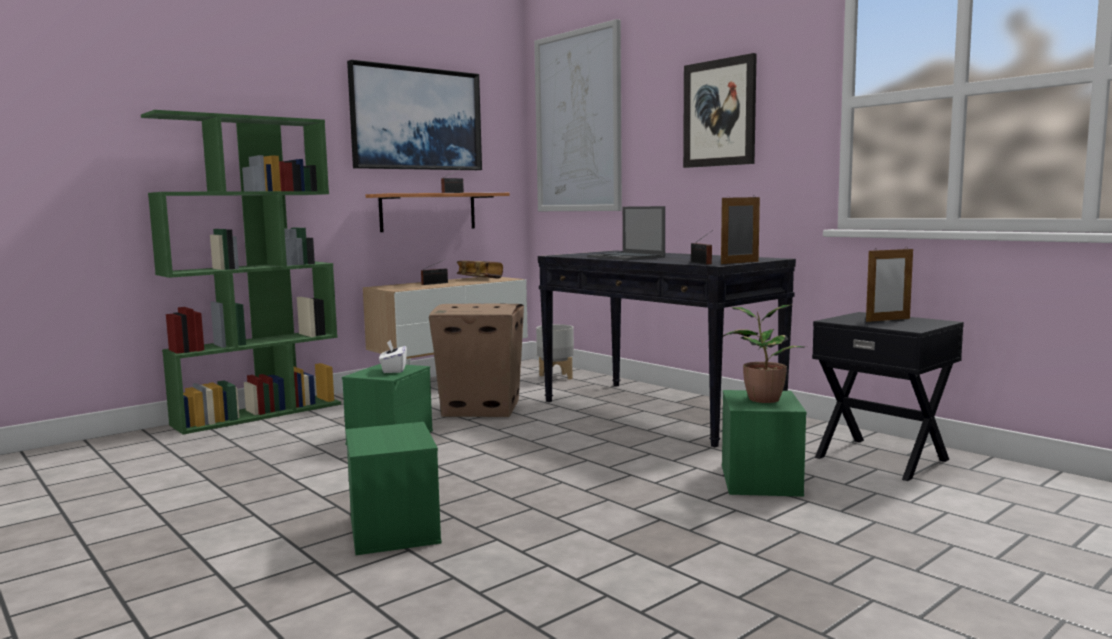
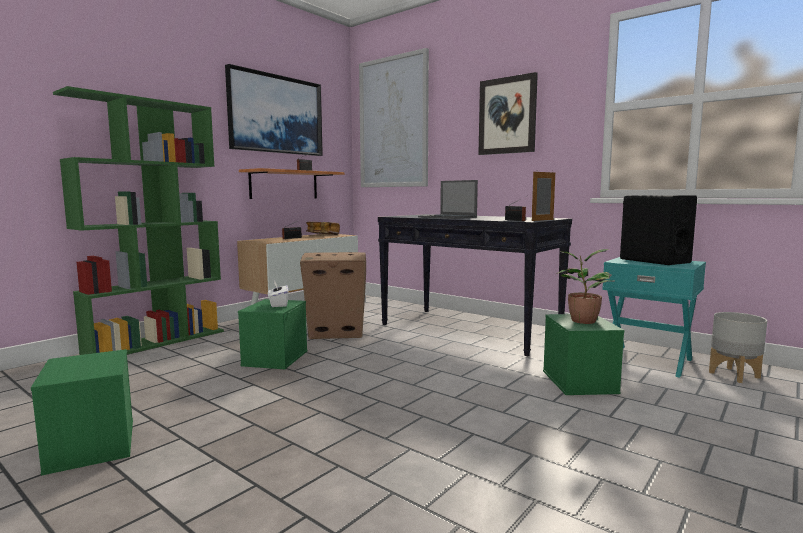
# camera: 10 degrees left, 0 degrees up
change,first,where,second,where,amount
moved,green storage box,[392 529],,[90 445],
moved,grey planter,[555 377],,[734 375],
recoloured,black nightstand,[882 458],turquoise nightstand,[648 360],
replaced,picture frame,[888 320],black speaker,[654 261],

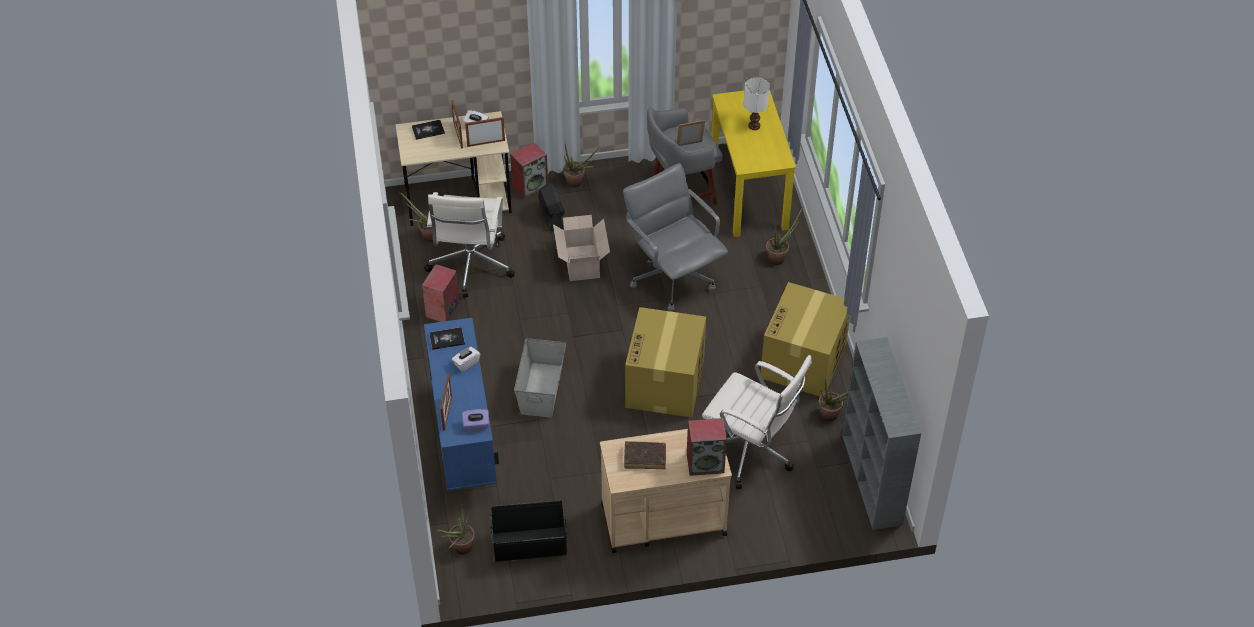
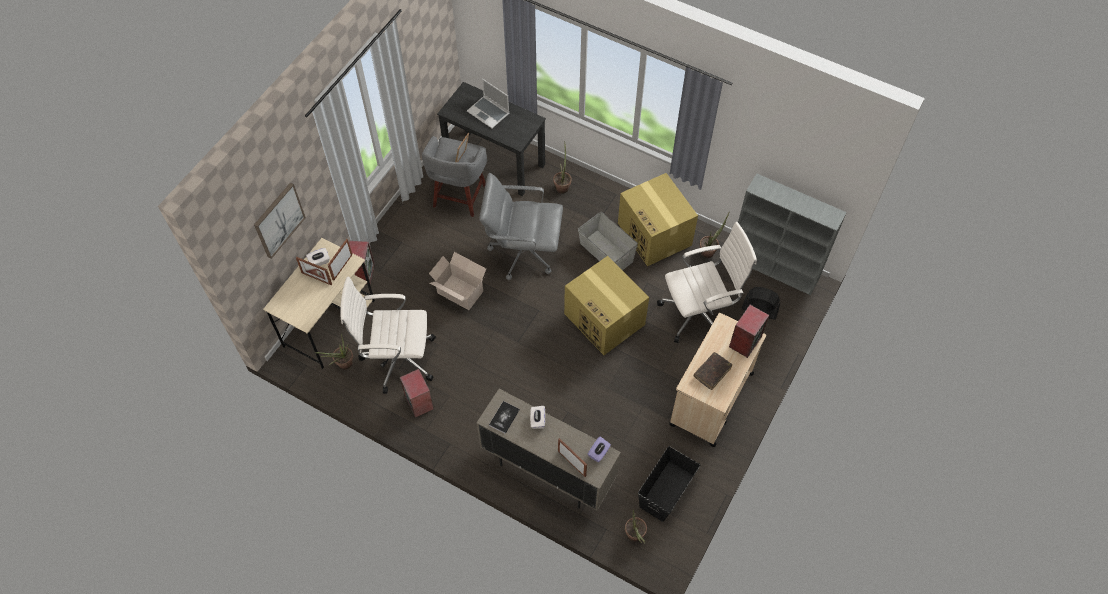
# camera: 50 degrees left, 10 degrees up
change,first,where,second,where,amount
removed,book,[428 130],,,
turned,white office chair,[470 266],,[397 358],135 degrees clockwise
recoloured,blue cabinet,[464 443],beige cabinet,[548 471],
moved,grey storage box,[542 389],,[606 252],
moved,black fan,[551 216],,[759 309],
removed,potted plant,[577 183],,,
recoloured,yellow desk,[749 193],black desk,[495 162],
replaced,white table lamp,[754 126],laptop,[489 113],
added,,,picture,[278 220],

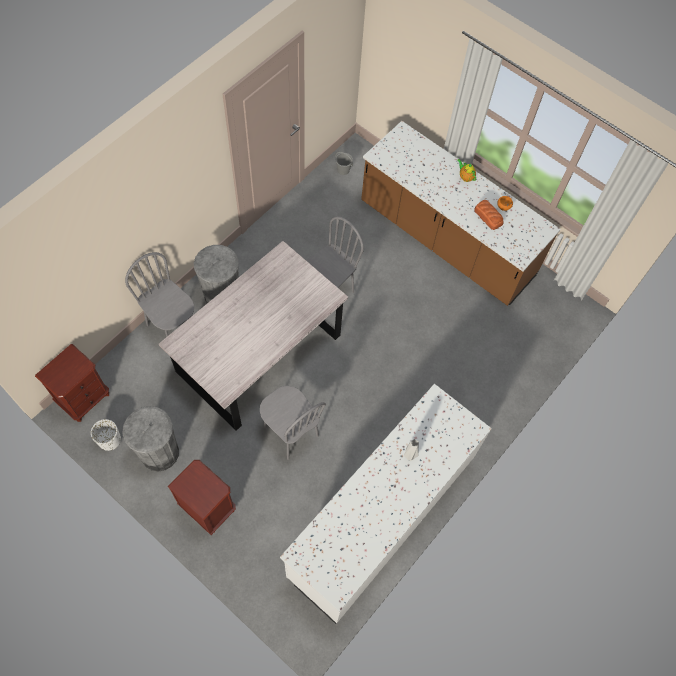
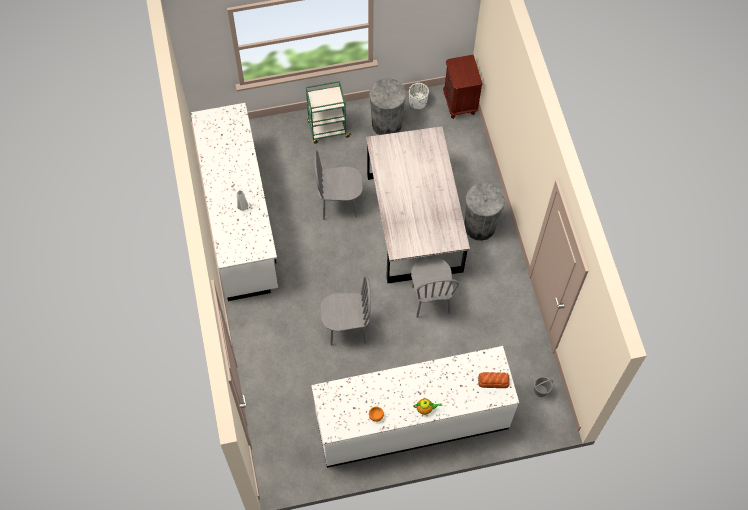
# camera: 130 degrees right, 0 degrees up
change,first,where,second,where,amount
moved,grey chair,[173 327],,[347 329],
replaced,brown nightstand,[208 507],green cart,[327 130],
recoloured,brown counter,[446 240],white counter,[411 421],
moved,bread,[488 216],,[494 381],

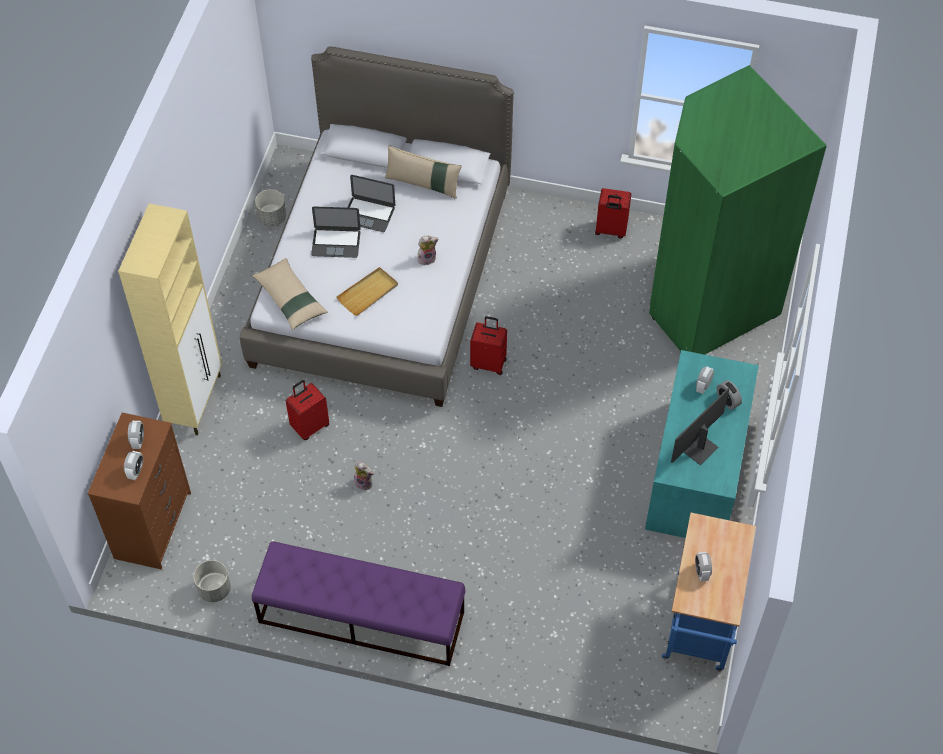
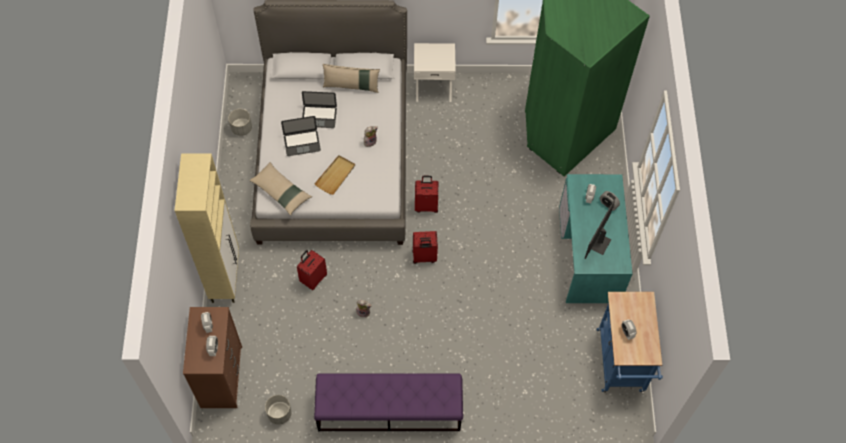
# camera: 15 degrees left, 5 degrees up
change,first,where,second,where,amount
moved,red suitcase,[610 230],,[424 257],
added,,,white nightstand,[433 87],

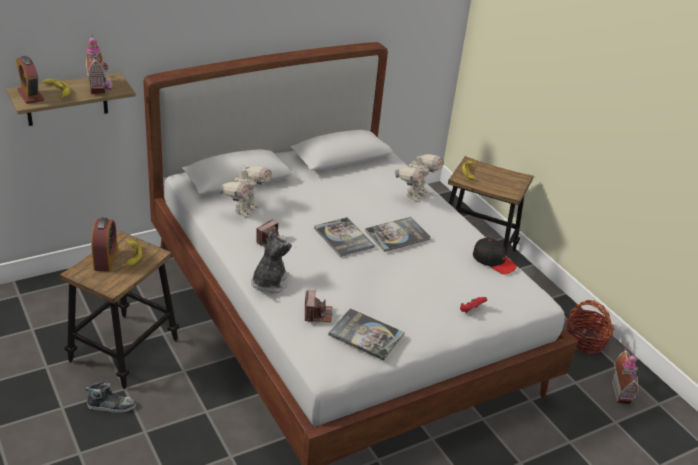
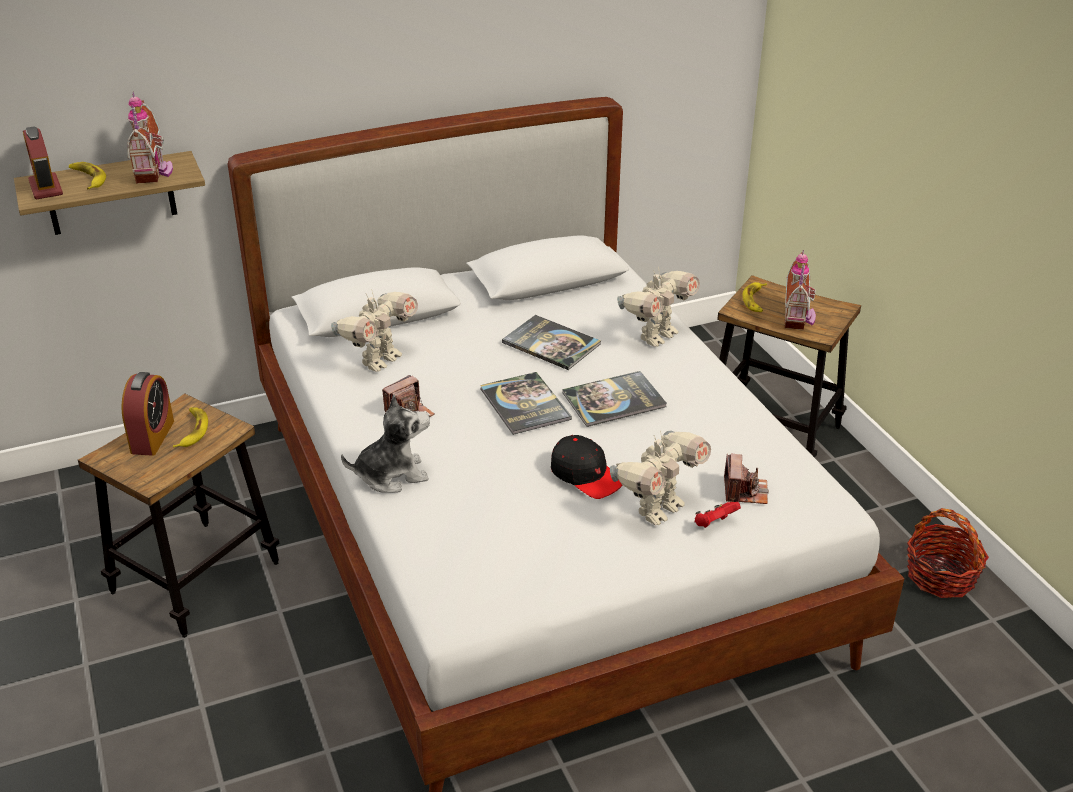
# camera: 10 degrees right, 0 degrees up
change,first,where,second,where,amount
removed,shoe,[111 406],,,
turned,plush toy,[269 282],,[391 475],45 degrees clockwise
moved,photo camera,[317 314],,[745 491],
moved,book,[366 335],,[551 343],
moved,black cap,[493 261],,[585 475],
moved,toy house,[623 392],,[799 317],
added,,,toy robot,[657 509],

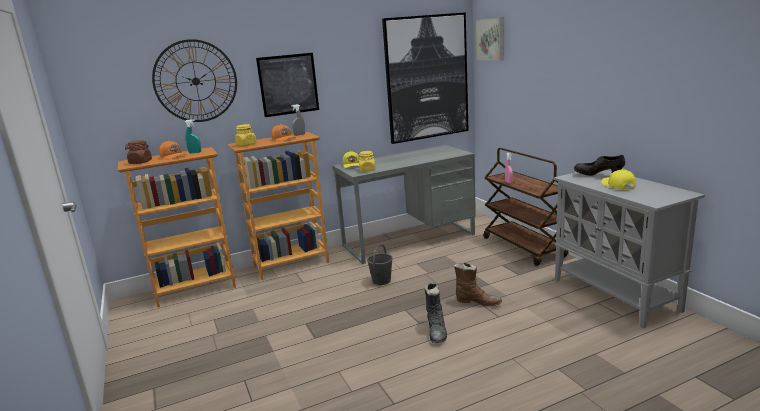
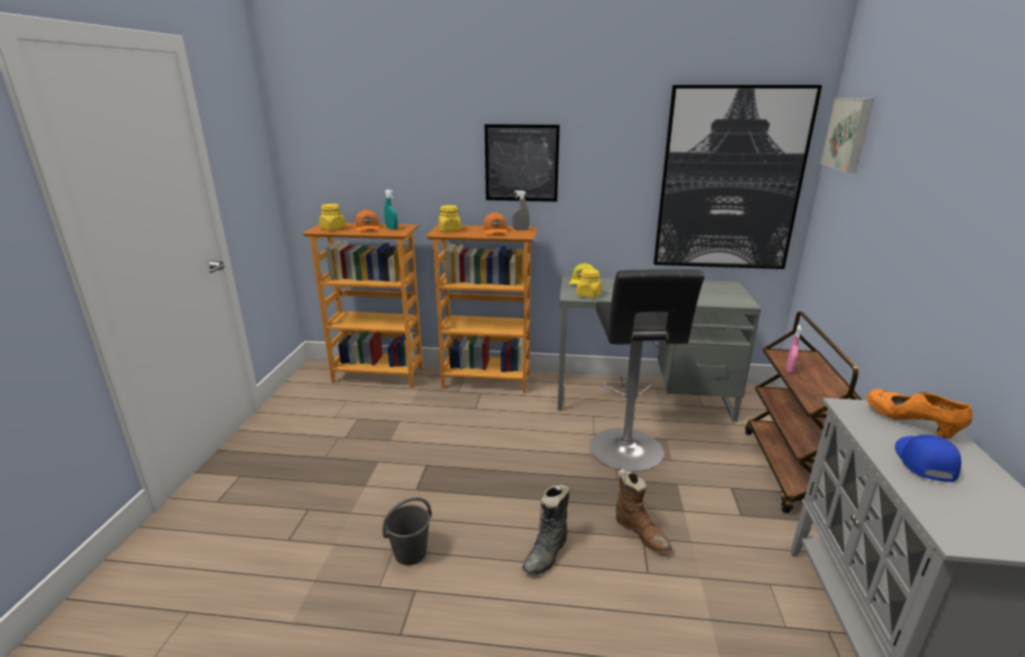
# camera: 30 degrees right, 5 degrees up
change,first,where,second,where,amount
recoloured,brown jar,[140 162],yellow jar,[332 228],
removed,wall clock,[195 81],,,
moved,grey bucket,[381 280],,[411 552],
recoloured,black shoe,[598 175],orange shoe,[910 423],
recoloured,yellow cap,[618 185],blue cap,[923 462],
added,,,black stool,[627 452],

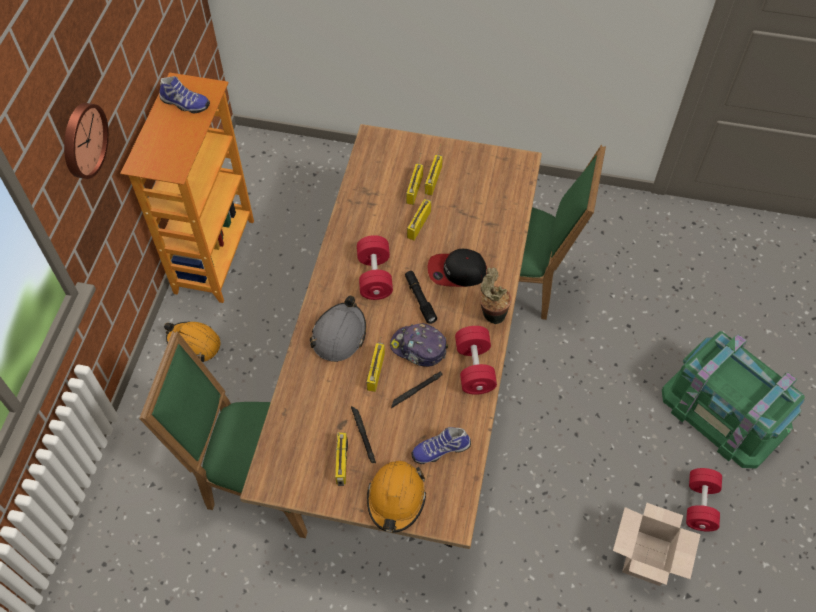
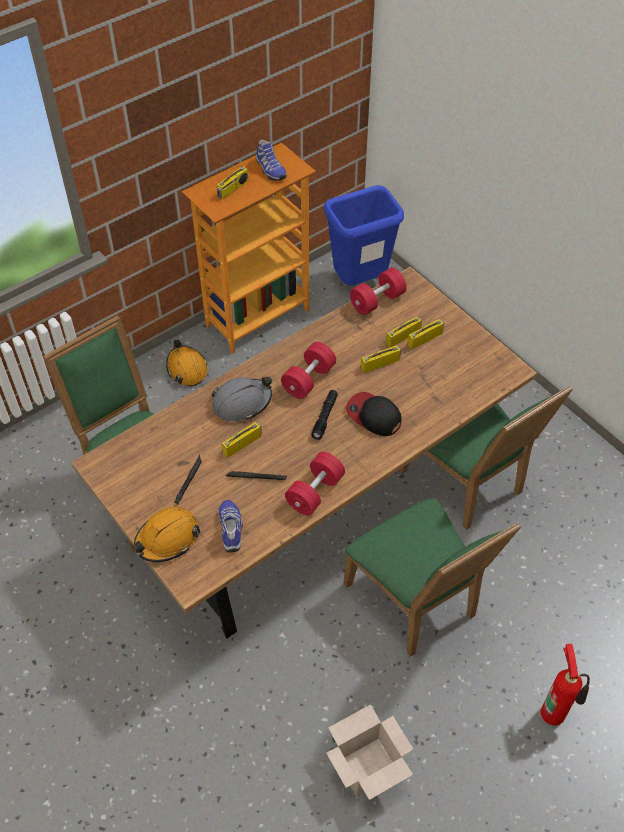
# camera: 40 degrees right, 5 degrees down
change,first,where,second,where,amount
removed,wall clock,[82 140],,,
moved,radio,[342 463],,[233 189],
removed,cap,[418 348],,,
turned,shoe,[440 449],,[232 529],60 degrees clockwise
removed,potted plant,[491 314],,,
replaced,green storage box,[725 410],fire extinguisher,[555 711],
moved,red dumbbell,[700 505],,[377 301],
added,,,blue trash can,[360 282],
added,,,green chair,[417 603],

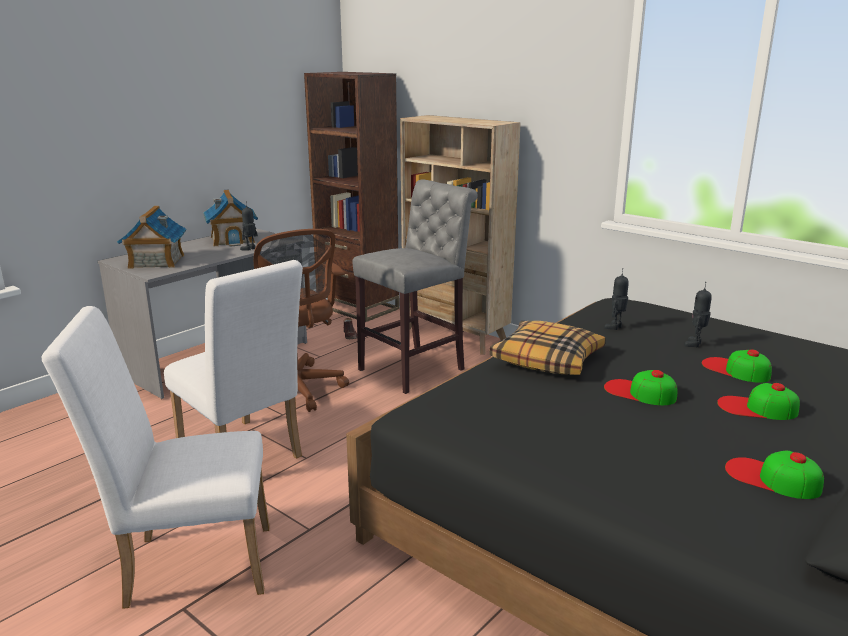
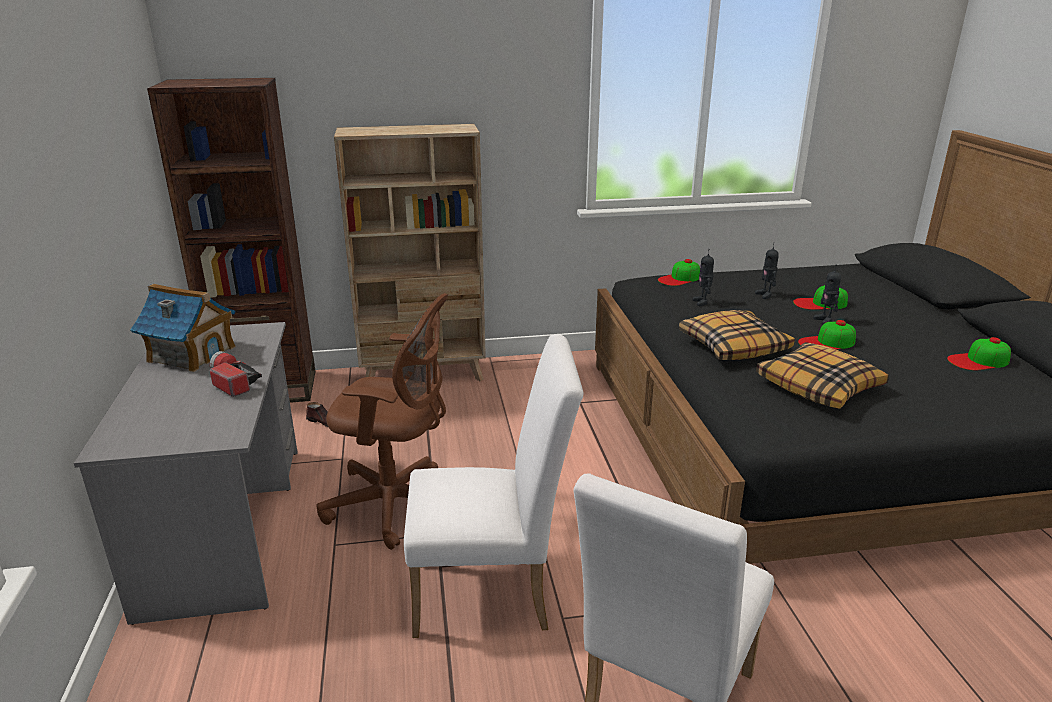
# camera: 50 degrees left, 5 degrees up
change,first,where,second,where,amount
removed,toy house,[156 262],,,
moved,toy robot,[250 249],,[825 320],
removed,grey stool,[416 368],,,
moved,cap,[757 408],,[679 278],
added,,,flashlight,[232 382],
added,,,pillow,[819 386],

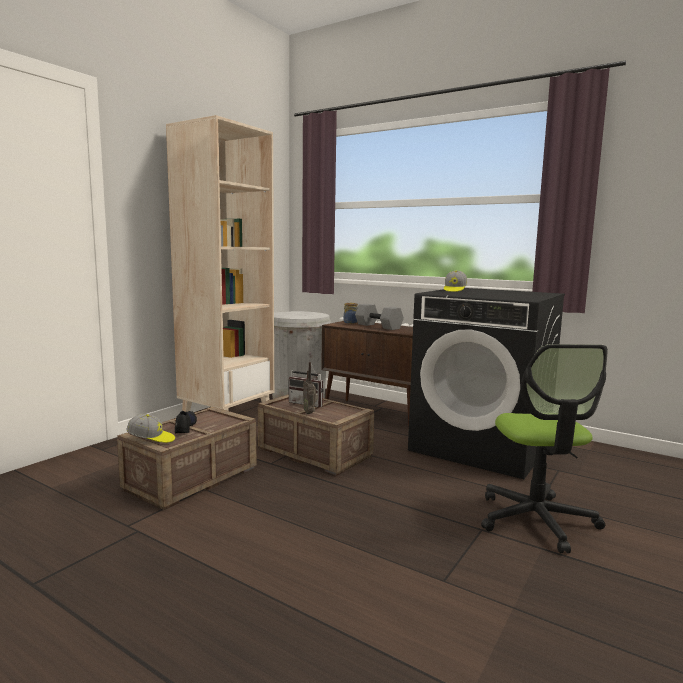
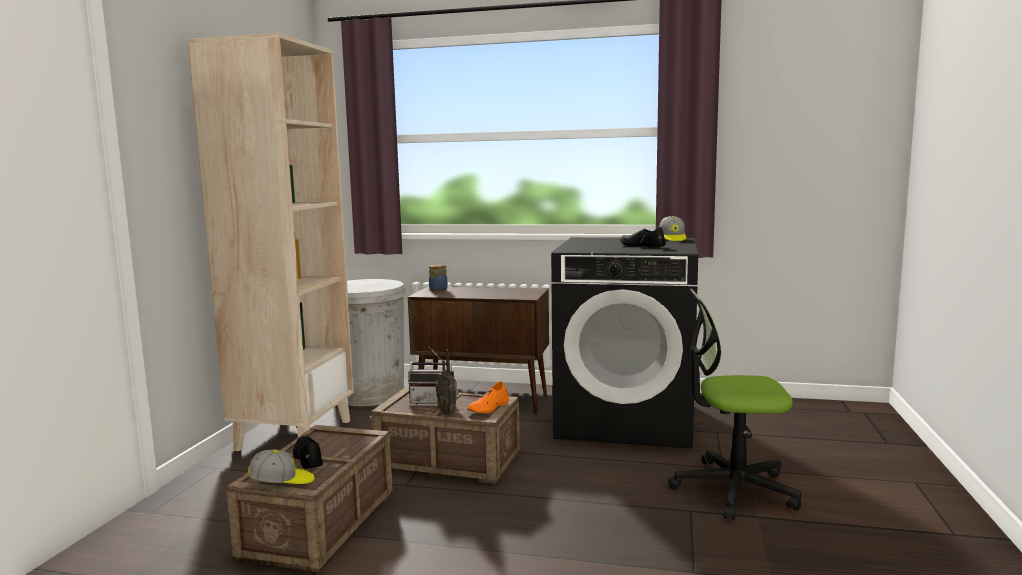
# camera: 20 degrees left, 0 degrees up
change,first,where,second,where,amount
removed,grey dumbbell,[377 326],,,
moved,cap,[454 290],,[672 239],
turned,office chair,[536 520],,[733 489],120 degrees clockwise
added,,,orange shoe,[489 407],
added,,,black shoe,[641 246],

